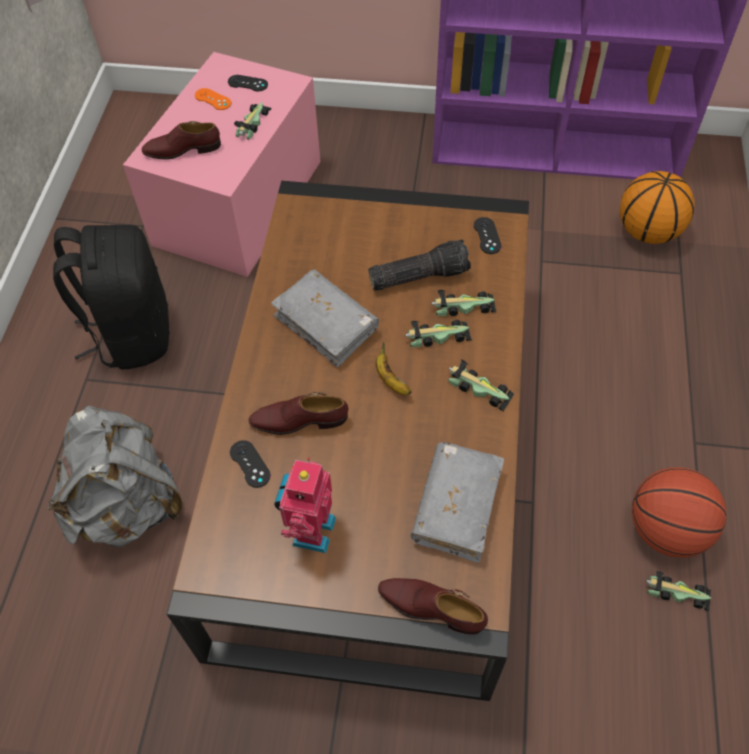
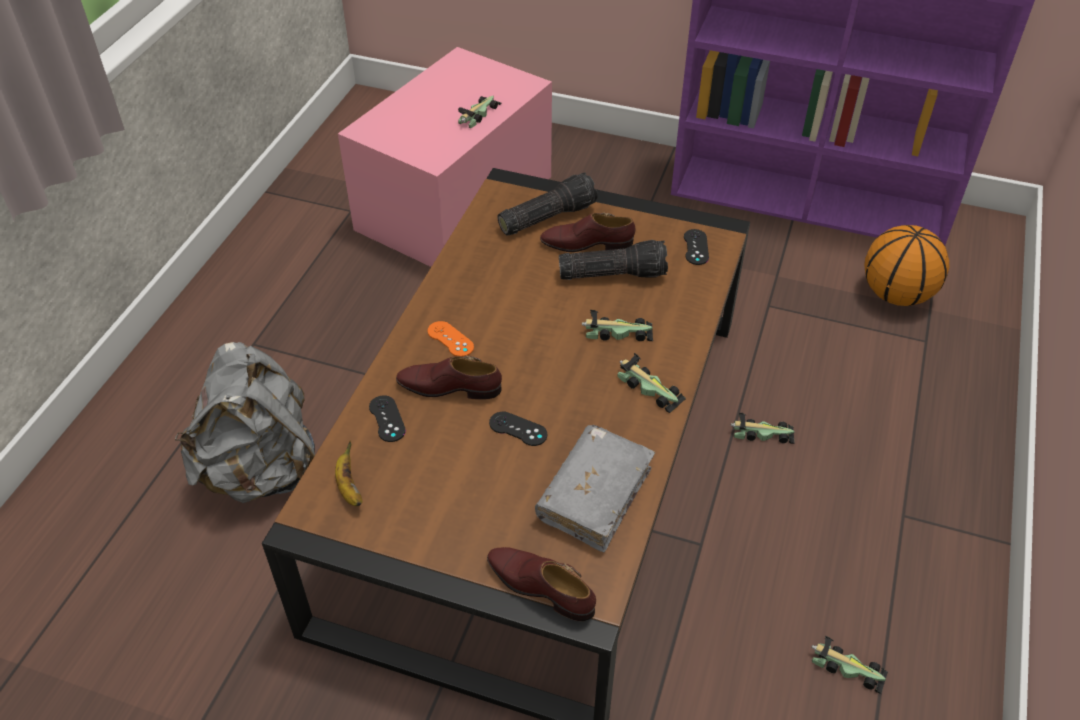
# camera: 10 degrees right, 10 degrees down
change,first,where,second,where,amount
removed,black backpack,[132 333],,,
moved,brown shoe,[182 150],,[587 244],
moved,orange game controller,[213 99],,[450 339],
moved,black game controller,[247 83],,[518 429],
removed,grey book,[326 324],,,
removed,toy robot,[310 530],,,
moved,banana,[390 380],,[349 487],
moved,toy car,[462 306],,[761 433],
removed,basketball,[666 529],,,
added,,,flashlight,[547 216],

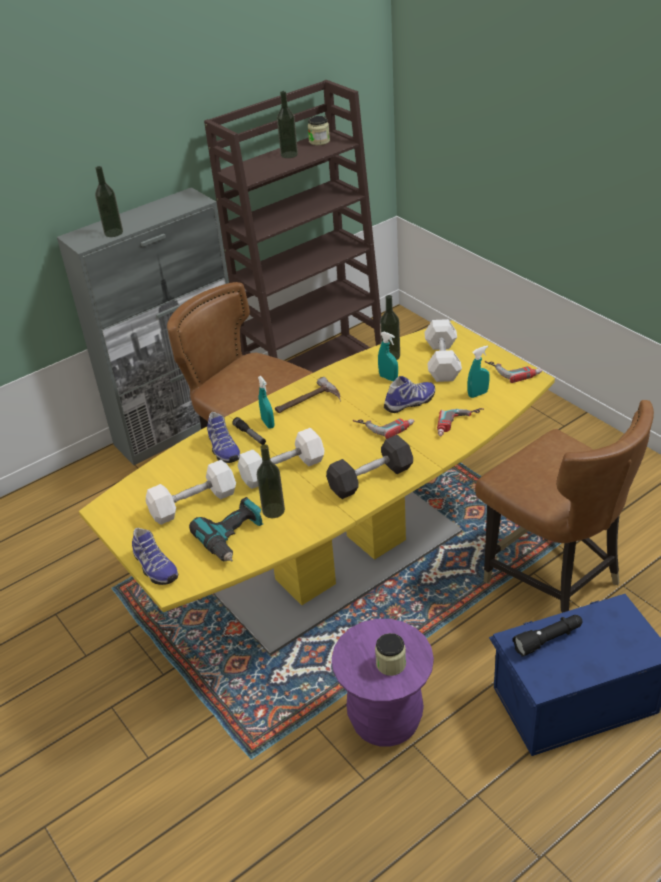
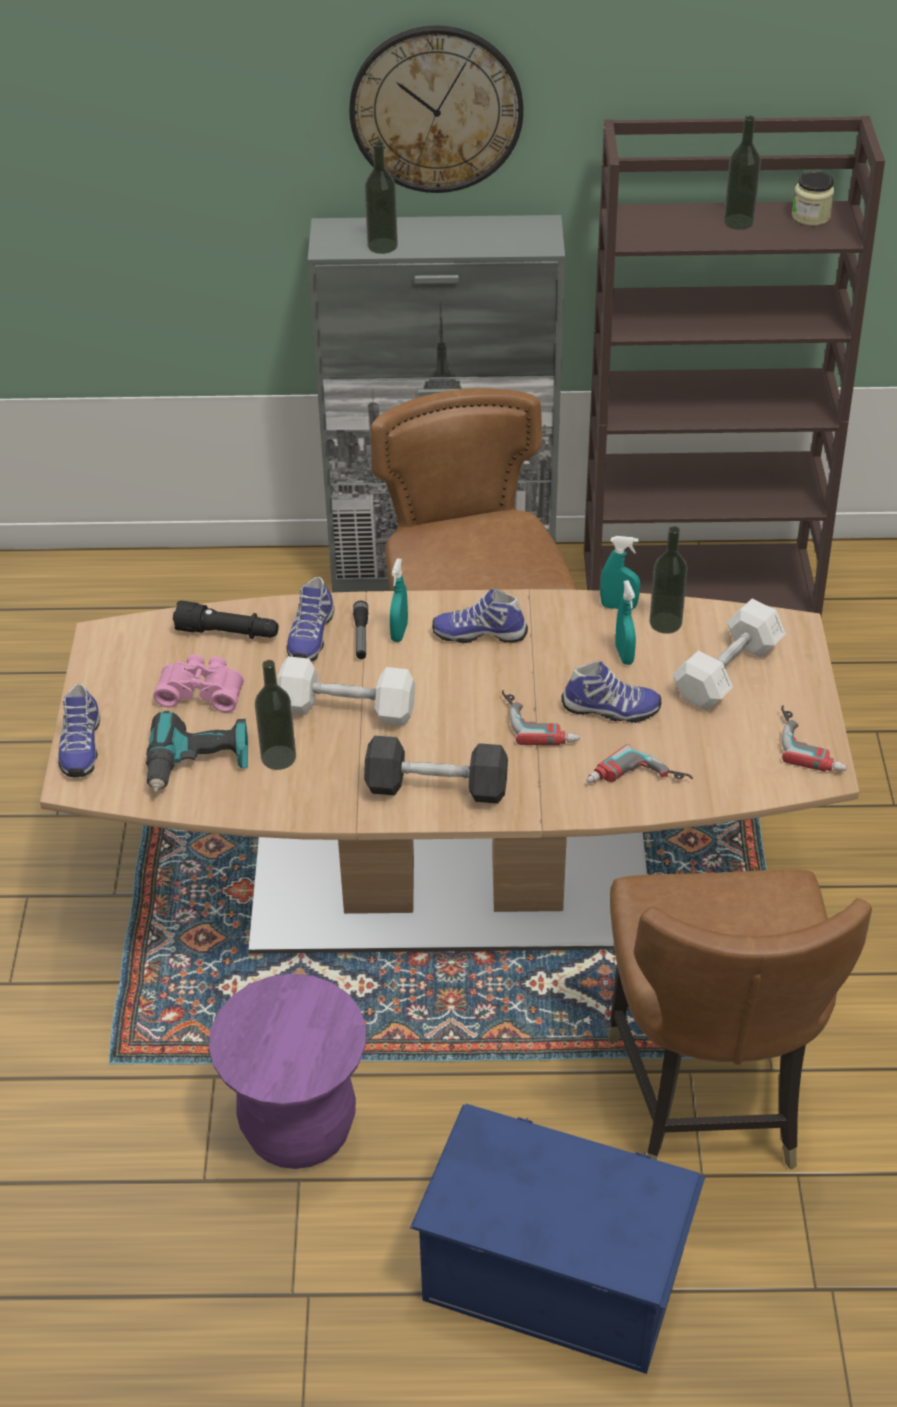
# camera: 35 degrees right, 5 degrees up
change,first,where,second,where,amount
recoloured,yellow dining table,[342 562],brown dining table,[453 889],
replaced,white dumbbell,[193 503],pink binoculars,[202 691],
replaced,hammer,[309 403],shoe,[480 633],
removed,jar,[391 664],,,
moved,turquoise spray bottle,[478 394],,[618 606],
moved,black flashlight,[548 639],,[228 633],
added,,,wall clock,[436 109],

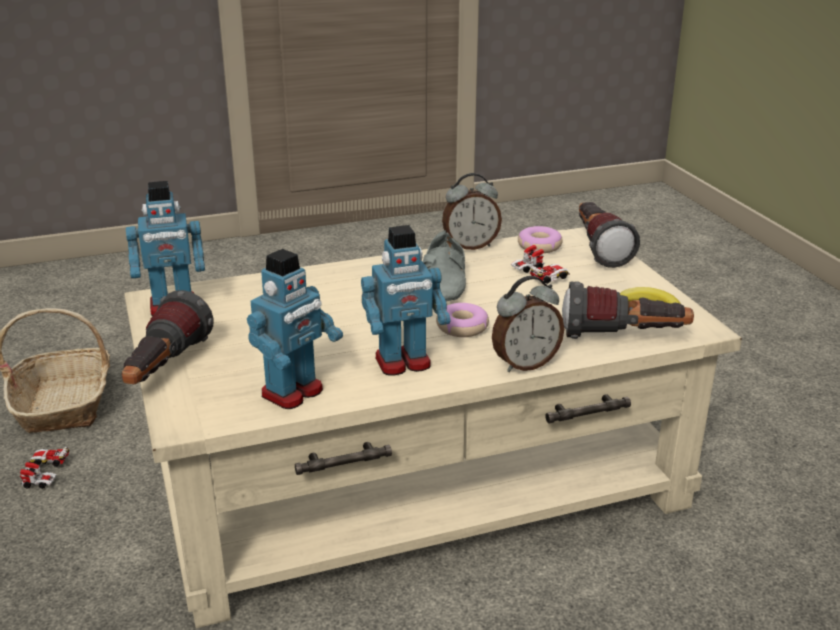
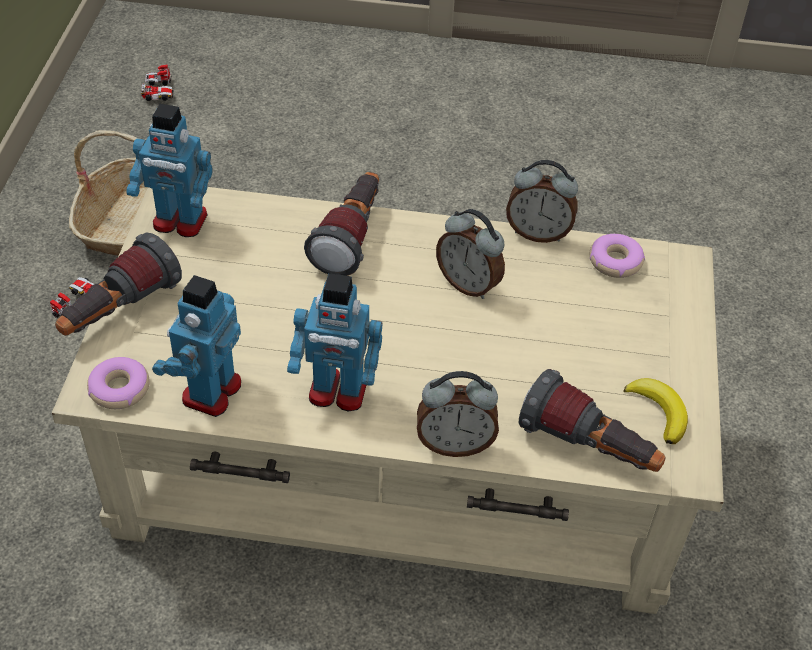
# camera: 25 degrees right, 20 degrees up
change,first,where,second,where,amount
turned,toy robot,[293 393],,[210 391],135 degrees clockwise
replaced,grey shoe,[447 282],alarm clock,[469 284],
moved,donut,[462 327],,[120 389],
moved,toy car,[539 274],,[159 90],
moved,flashlight,[598 249],,[351 238],

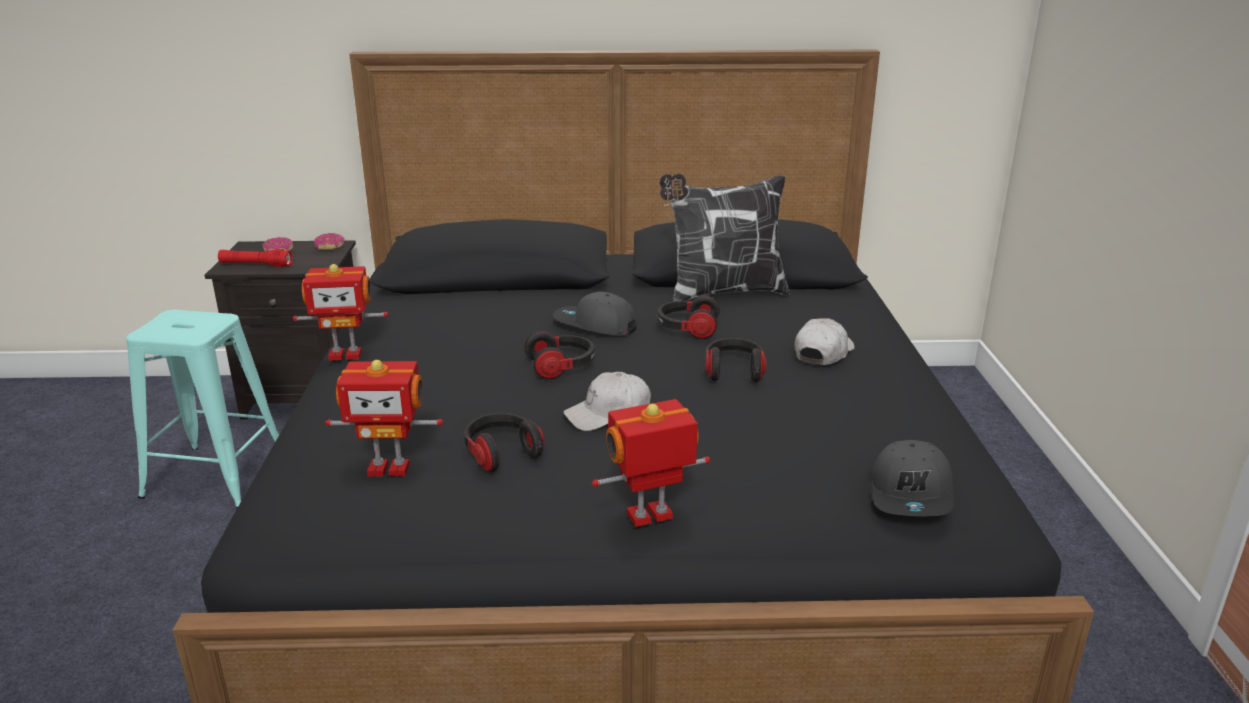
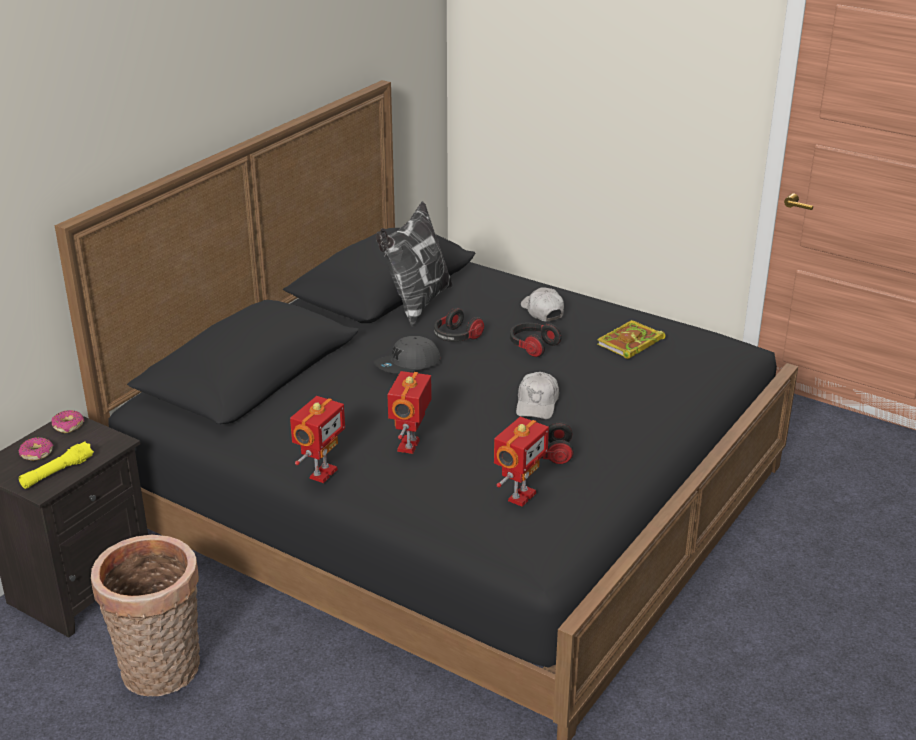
# camera: 55 degrees left, 5 degrees up
change,first,where,second,where,amount
replaced,turquoise stool,[216 476],basket,[161 673],
recoloured,red flashlight,[256 265],yellow flashlight,[57 472],
removed,headphones,[561 367],,,
moved,toy robot,[650 517],,[410 446],
removed,grey cap,[912 494],,,
added,,,book,[629 343],

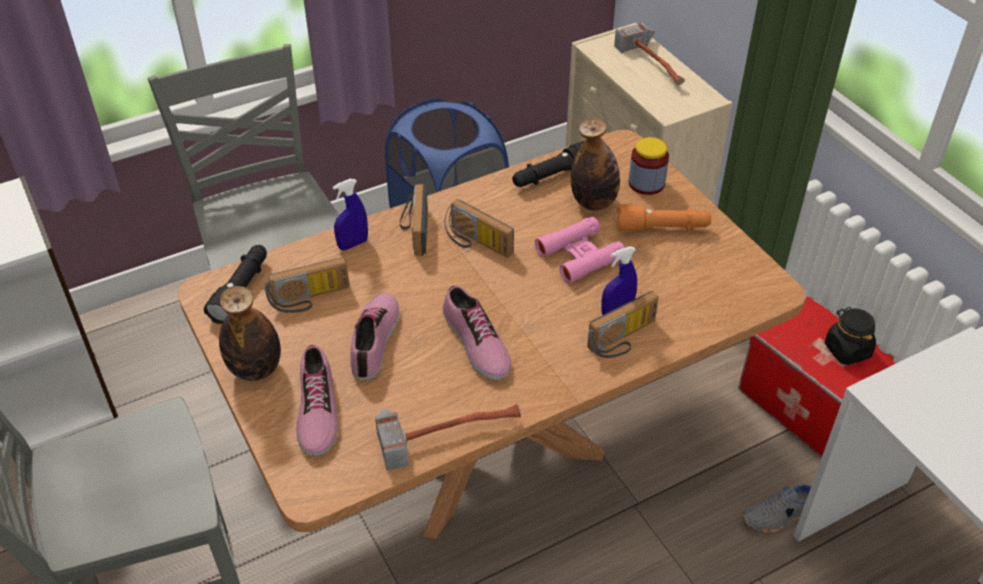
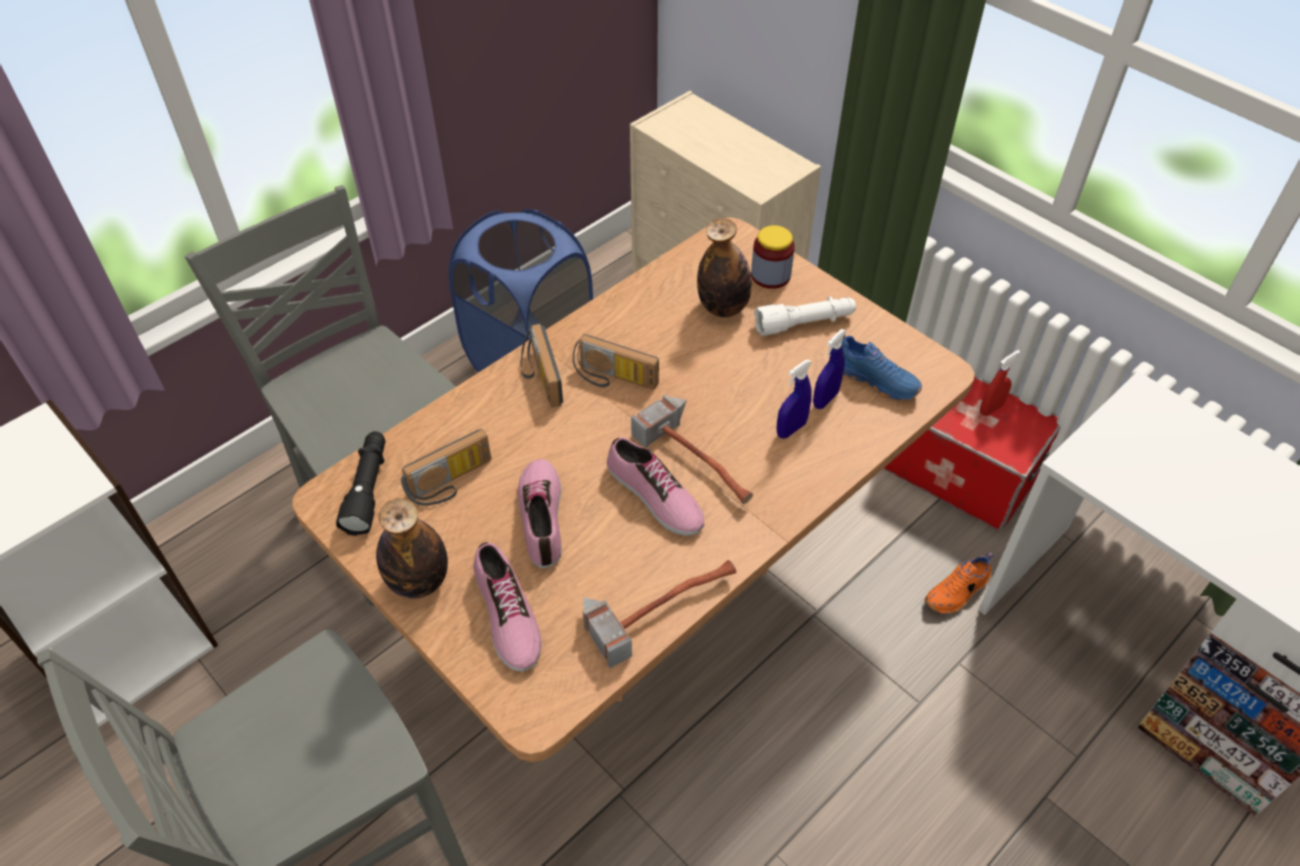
# camera: 15 degrees left, 5 degrees up
change,first,where,second,where,amount
moved,blue spray bottle,[353 244],,[825 399],
removed,black flashlight,[551 176],,,
removed,pink binoculars,[579 256],,,
removed,radio,[624 340],,,
moved,hammer,[657 64],,[702 459],
recoloured,orange flashlight,[662 228],white flashlight,[804 323],
recoloured,grey shoe,[778 516],orange shoe,[957 593],
replaced,black jar,[847 350],red spray bottle,[991 409],
added,,,blue shoe,[875 379],

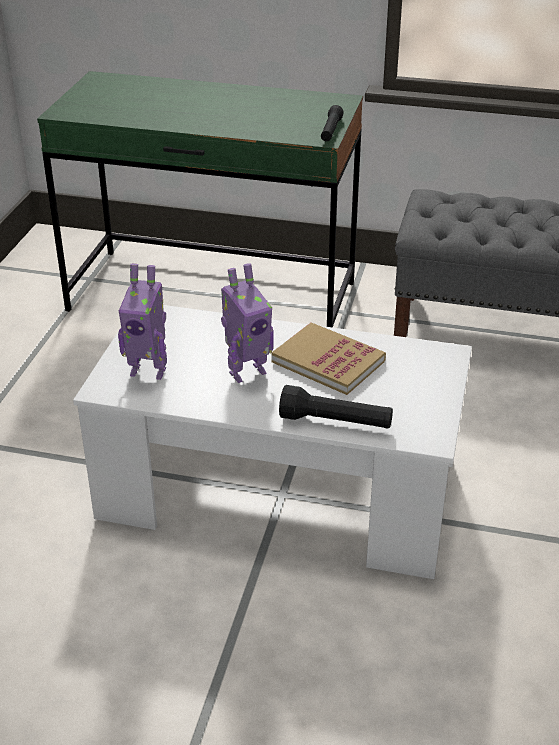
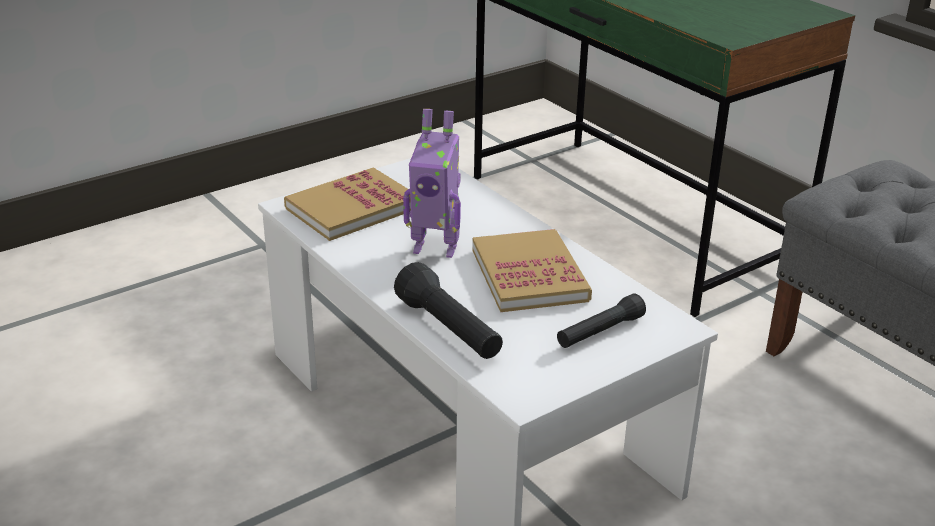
# camera: 40 degrees right, 5 degrees down
change,first,where,second,where,amount
replaced,toy robot,[148 370],book,[352 208],
moved,black flashlight,[331 131],,[600 332],

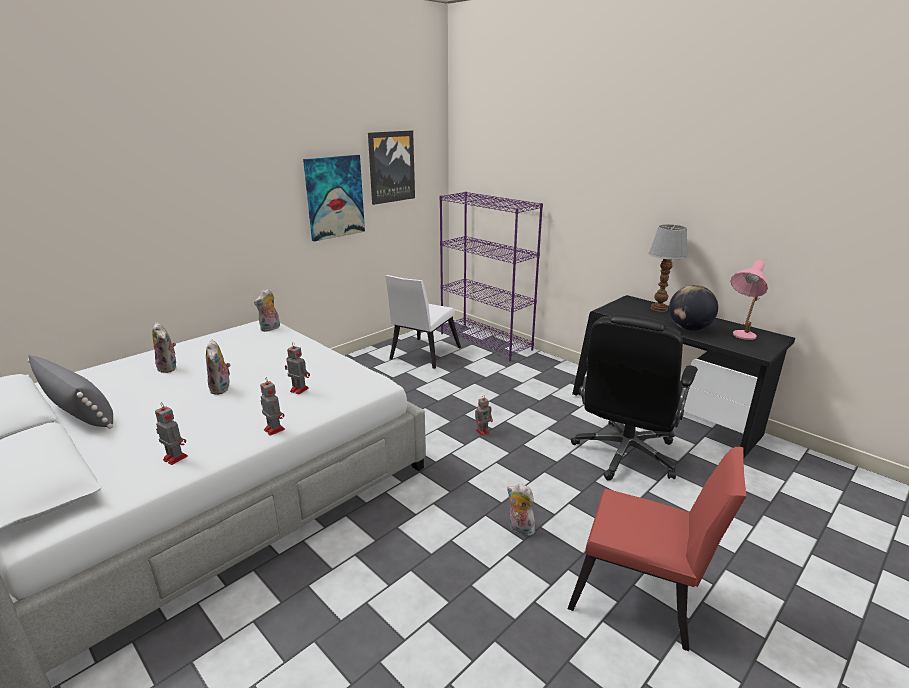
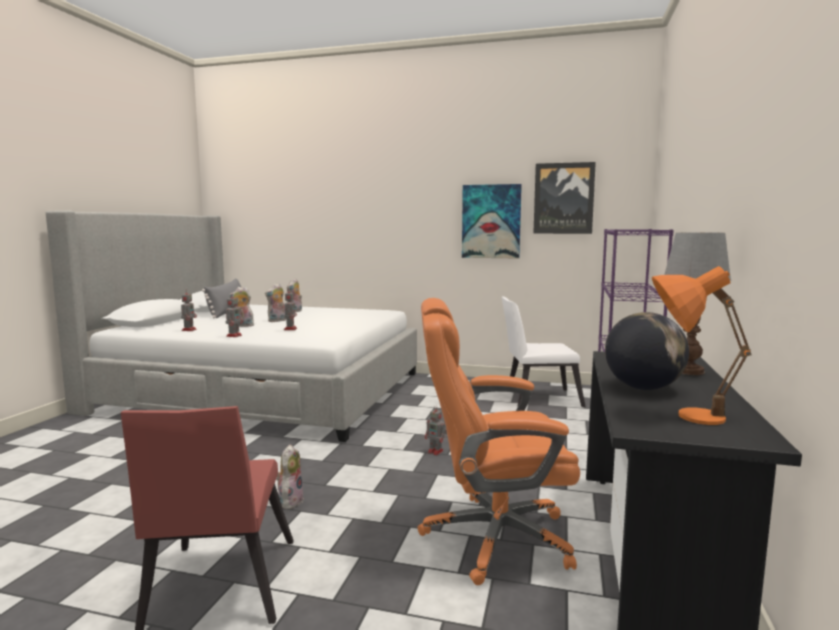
# camera: 60 degrees right, 15 degrees down
change,first,where,second,where,amount
moved,plush toy,[270 328],,[242 326],
recoloured,black office chair,[625 454],orange office chair,[493 537],
recoloured,pink table lamp,[740 337],orange table lamp,[683 415],

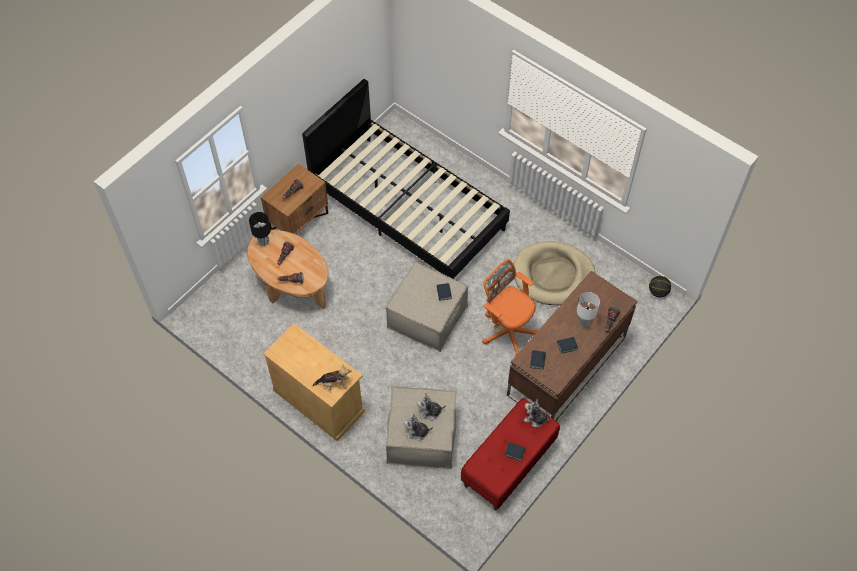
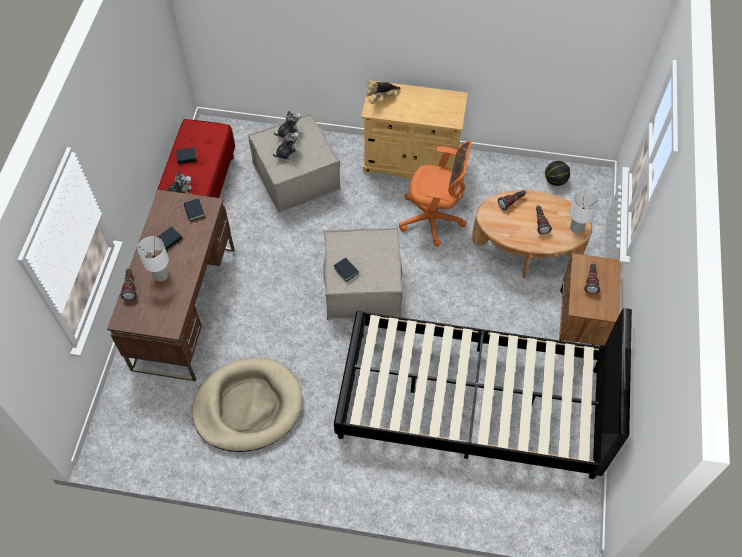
# camera: 150 degrees right, 0 degrees up
change,first,where,second,where,amount
recoloured,black table lamp,[263 241],white table lamp,[576 228],
moved,orange office chair,[507 330],,[434 219],
moved,basketball,[658 292],,[555 180],

